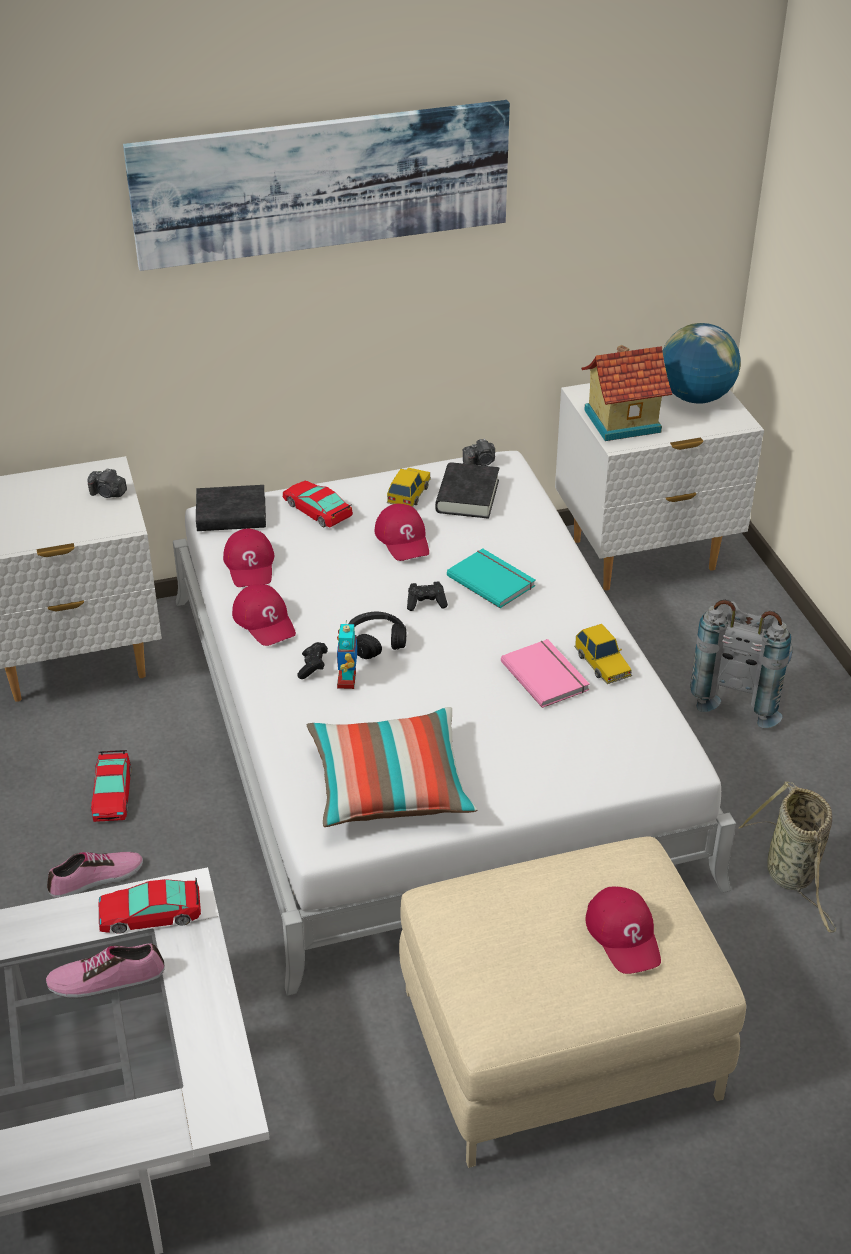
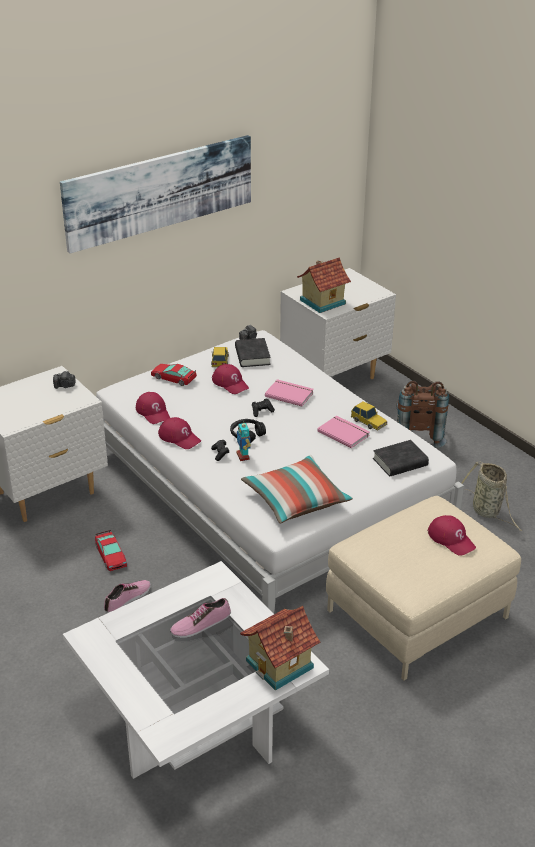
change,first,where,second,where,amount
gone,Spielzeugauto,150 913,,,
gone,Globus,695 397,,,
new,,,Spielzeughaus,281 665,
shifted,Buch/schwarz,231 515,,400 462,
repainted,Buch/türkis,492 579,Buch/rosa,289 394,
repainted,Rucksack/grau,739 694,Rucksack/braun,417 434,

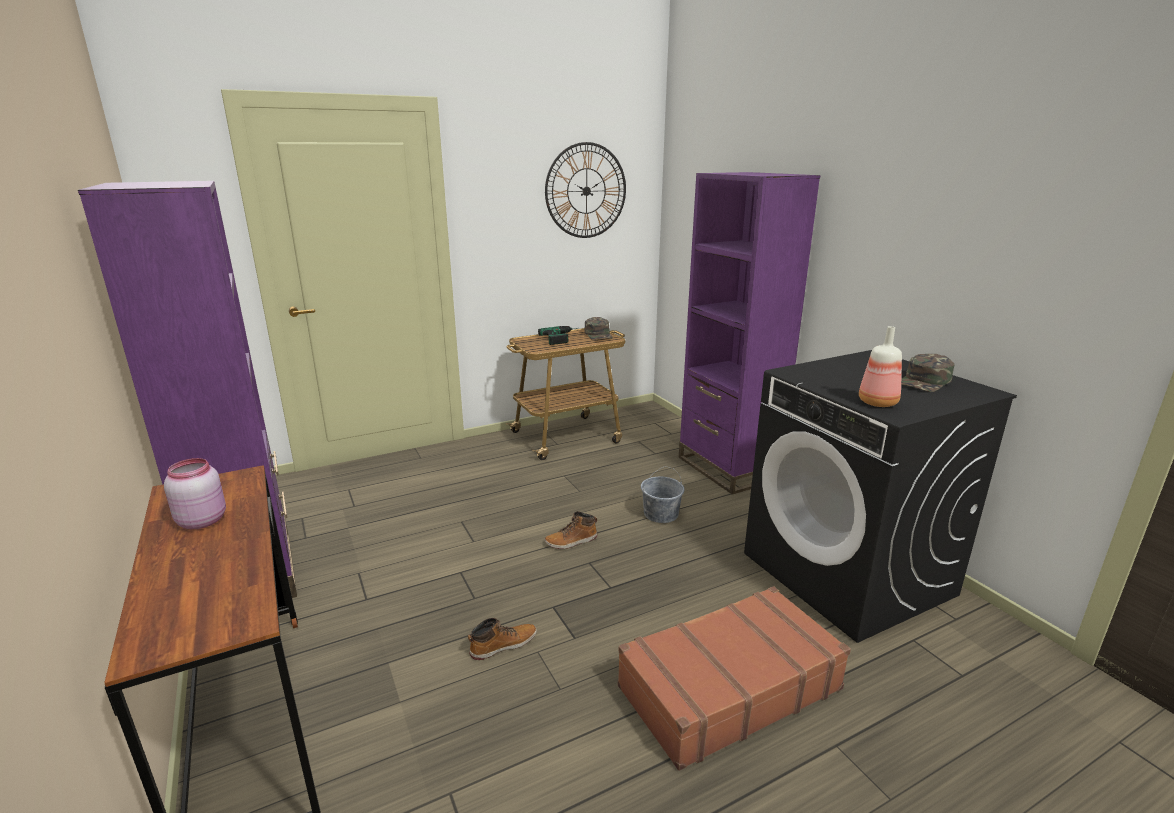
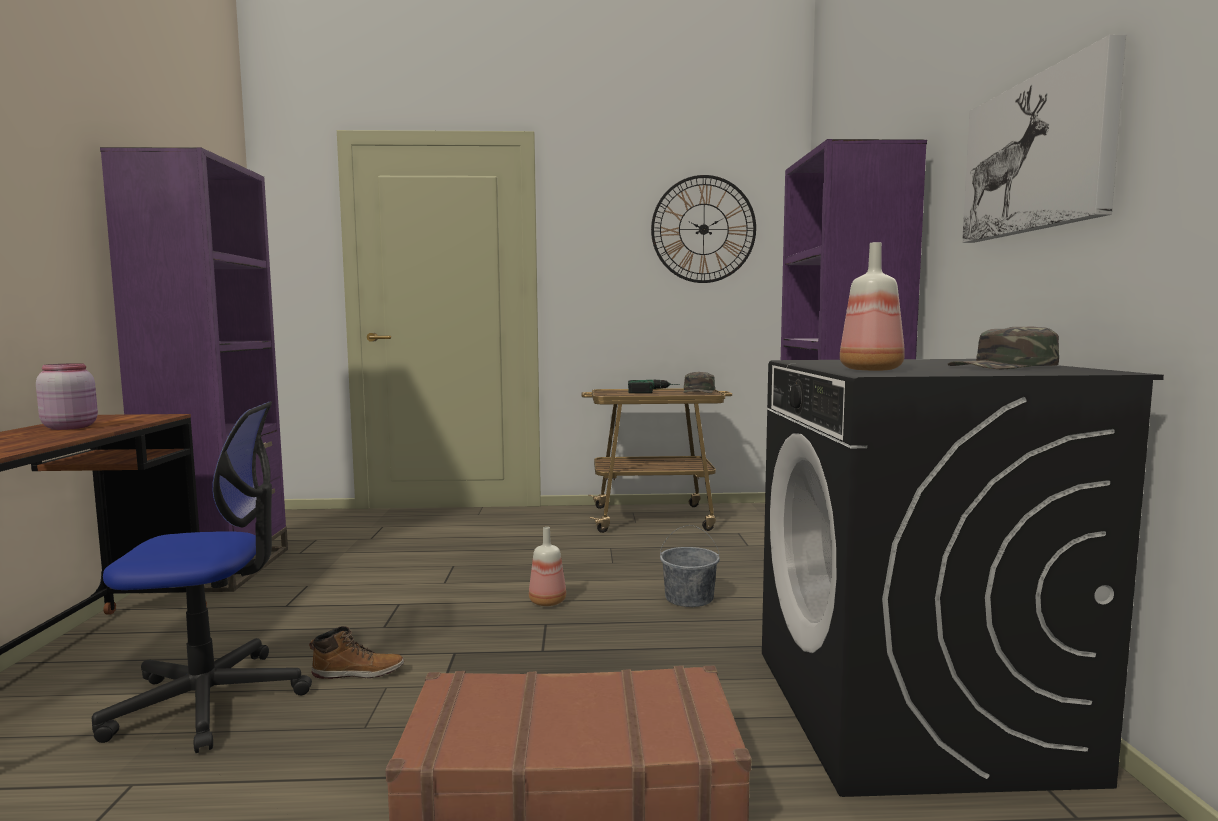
change,first,where,second,where,amount
new,,,Bürostuhl,210 701,
new,,,Bild,1038 155,
swapped,Stiefel,571 541,Flasche,548 602,

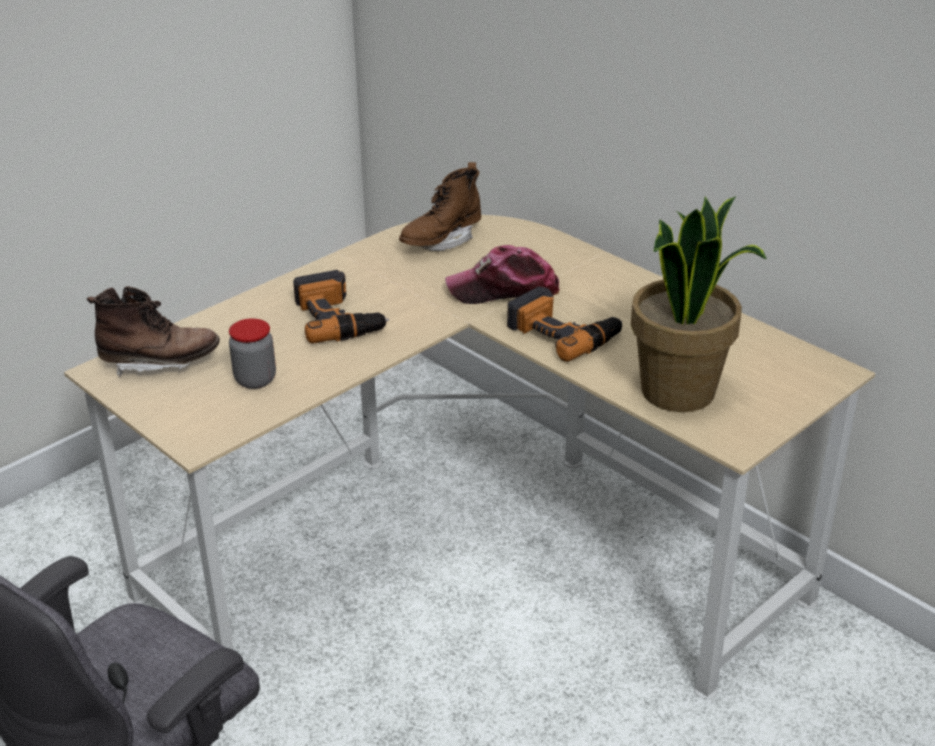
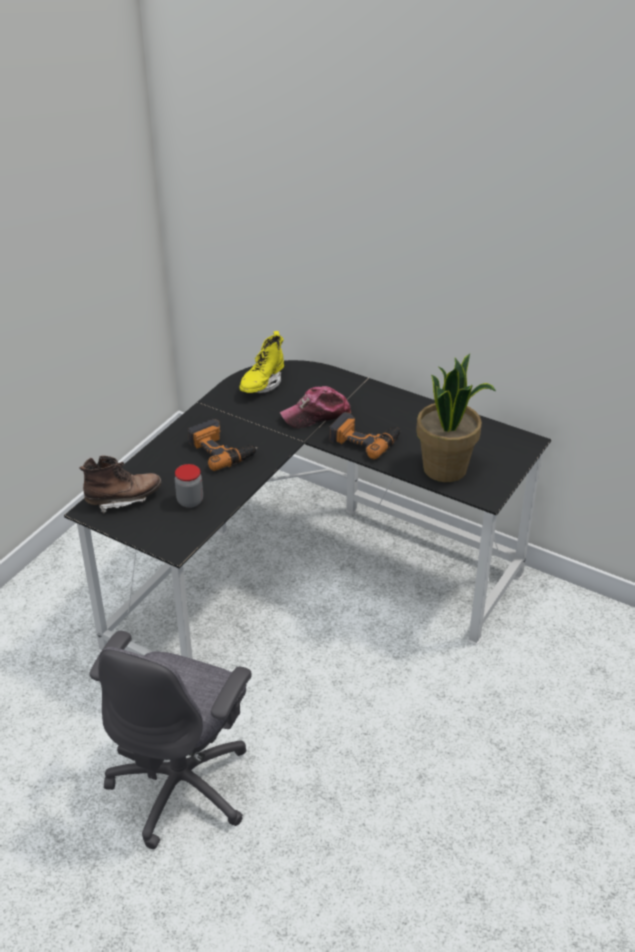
change,first,where,second,where,amount
repainted,Schreibtisch/beige,470 548,Schreibtisch/schwarz,306 577,
repainted,Stiefel/braun,441 241,Stiefel/gelb,262 384,

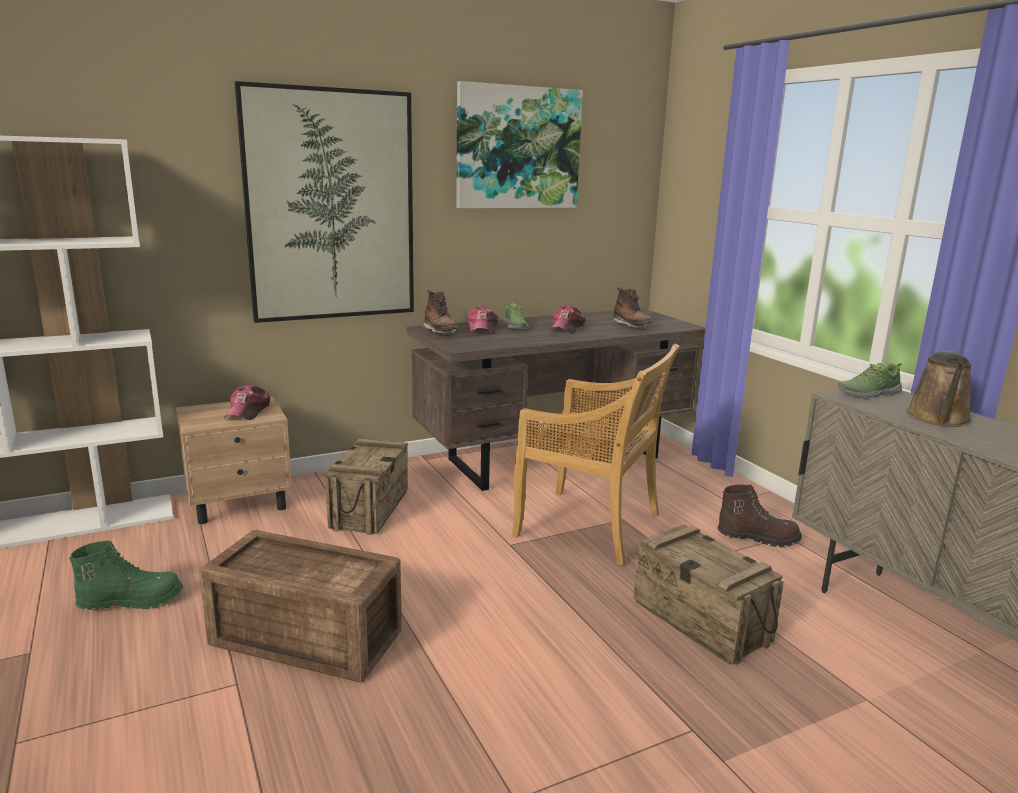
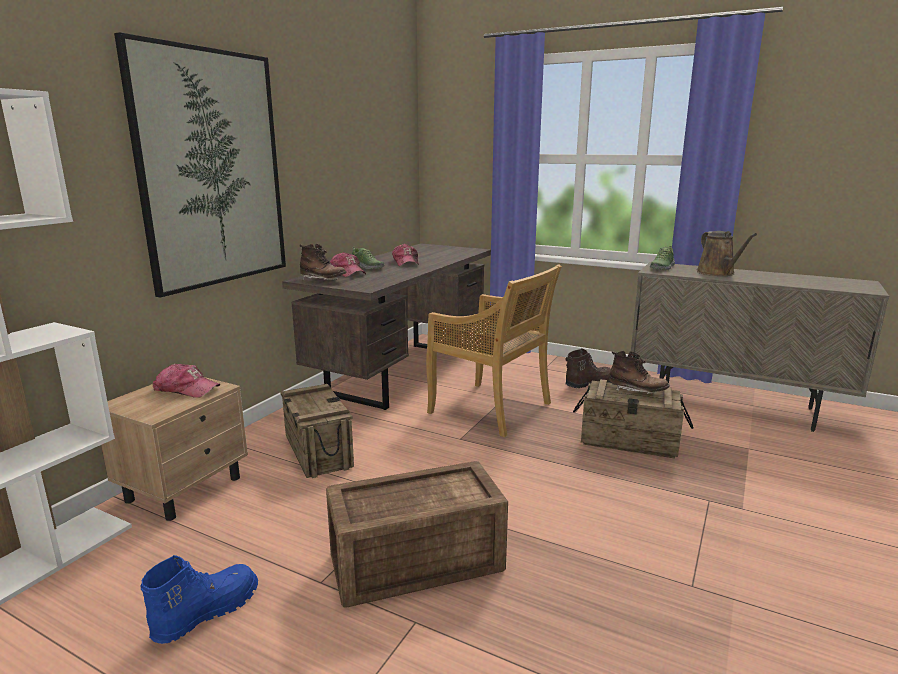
change,first,where,second,where,amount
gone,Bild,518 148,,,
shifted,Stiefel/braun,631 327,,637 391,
repainted,Stiefel/grün,131 601,Stiefel/blau,206 612,
rotated,Kappe,248 411,,186 389,45 degrees counterclockwise
rotated,Stuhl/beige,590 526,,492 409,45 degrees clockwise

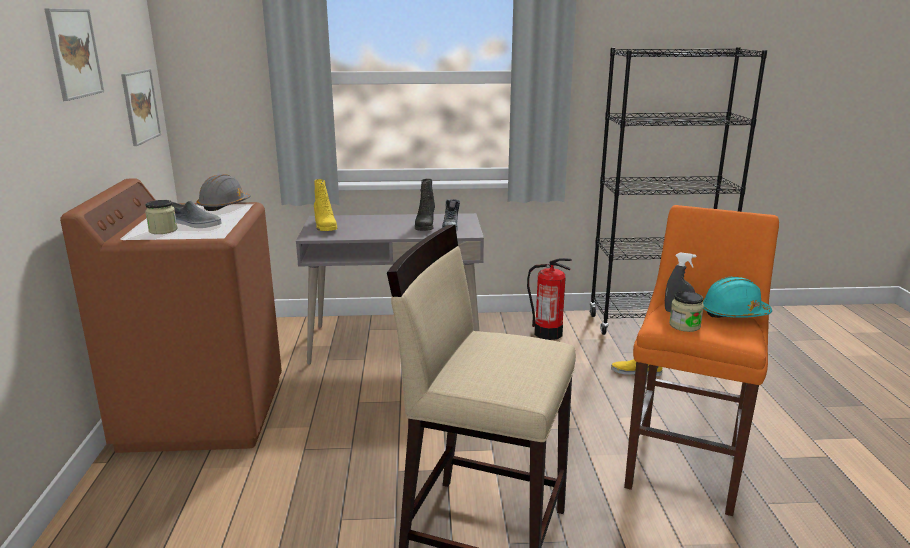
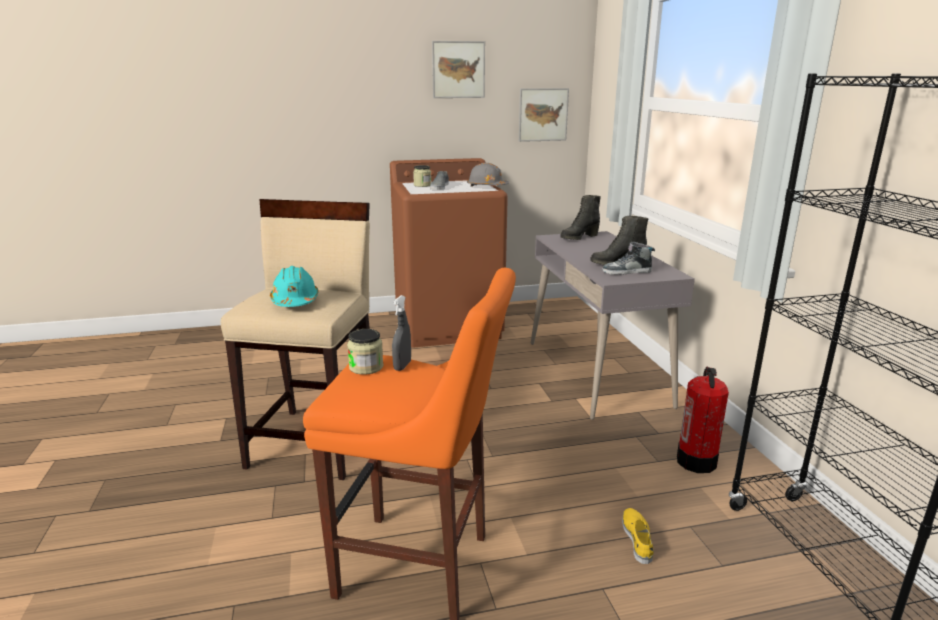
change,first,where,second,where,amount
shifted,Schutzhelm/türkis,733 314,,295 301,
repainted,Stiefel/gelb,324 227,Stiefel/schwarz,579 237,

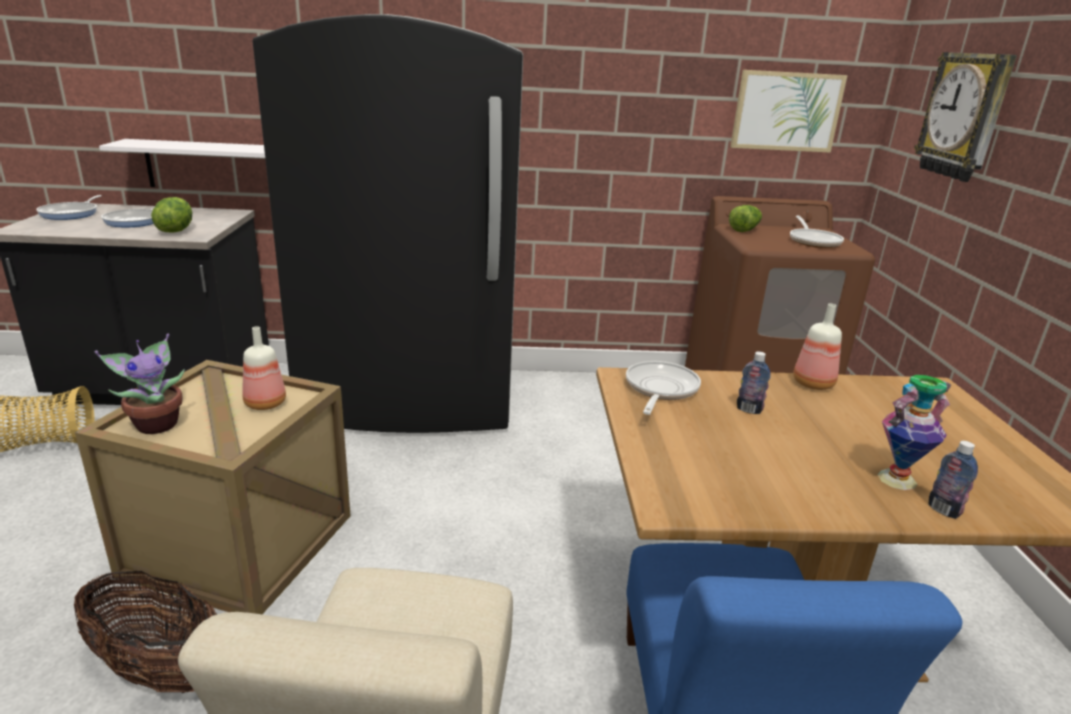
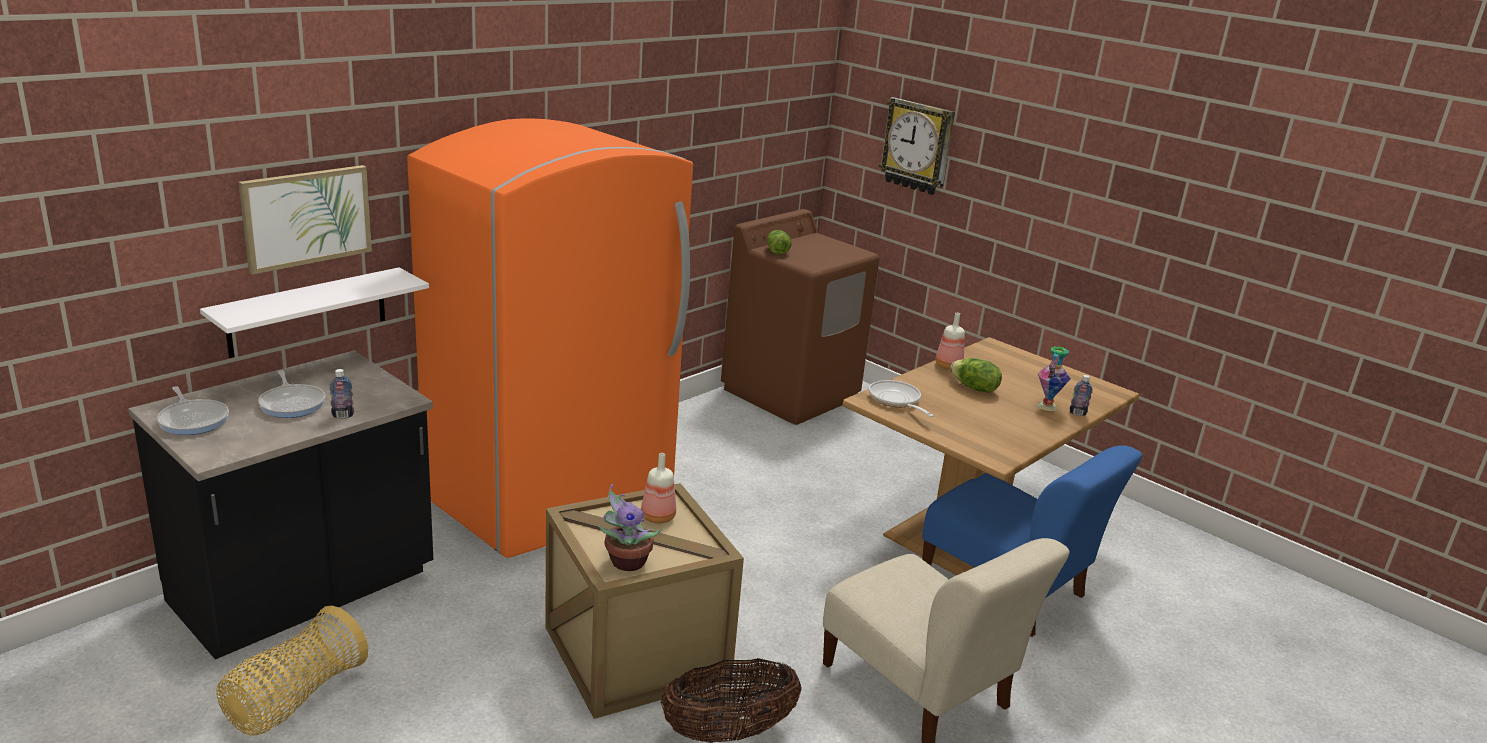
change,first,where,second,where,amount
gone,Pfanne,813 241,,,
shifted,Salatkopf,175 230,,974 388,
shifted,Bild,786 111,,306 217,
shifted,Flasche,749 410,,343 415,
repainted,Kühlschrank/schwarz,411 398,Kühlschrank/orange,554 495,

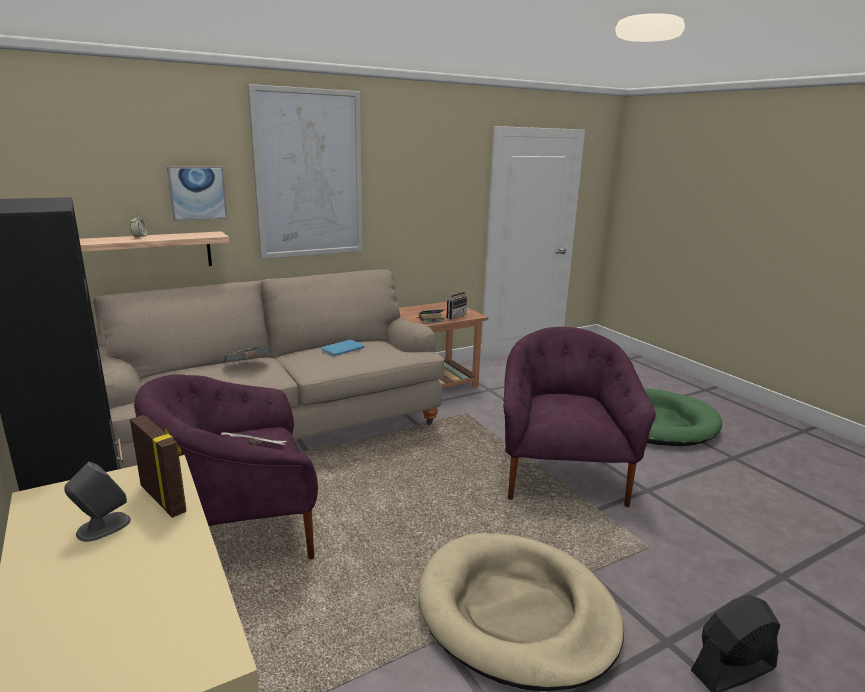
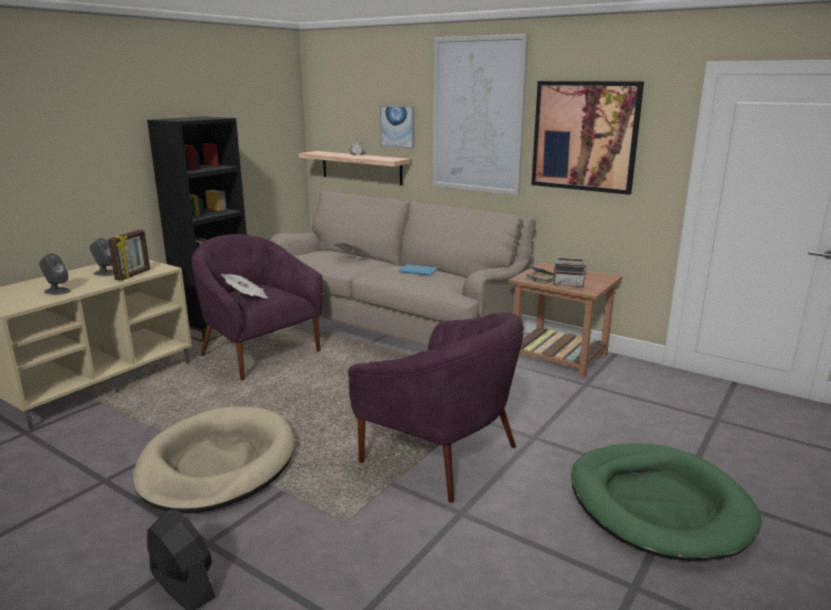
change,first,where,second,where,amount
new,,,Lautsprecher/grau,57 291,
new,,,Bild,584 136,
rotated,Sessel/lila,560 474,,441 454,60 degrees clockwise

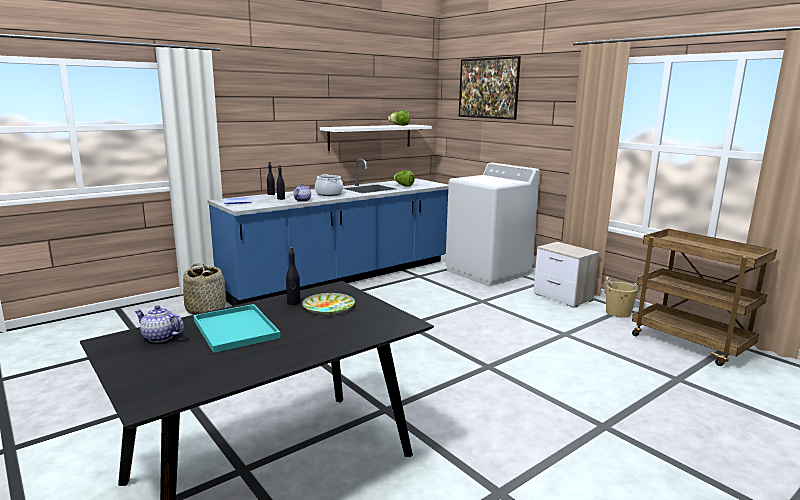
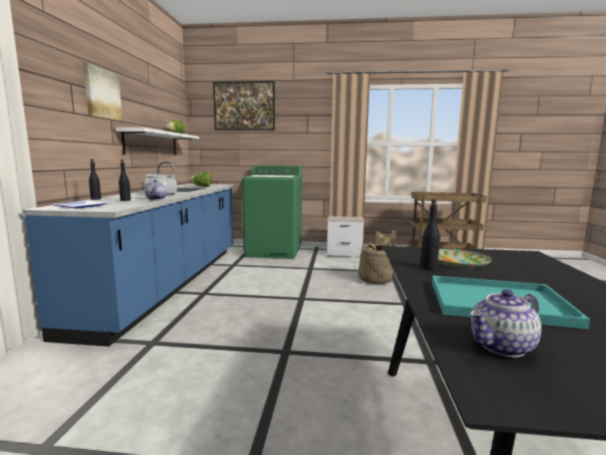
change,first,where,second,where,amount
new,,,Bild,102 94,
shifted,Korb,206 309,,375 280,
repainted,Waschmaschine/weiß,488 272,Waschmaschine/grün,274 251,

